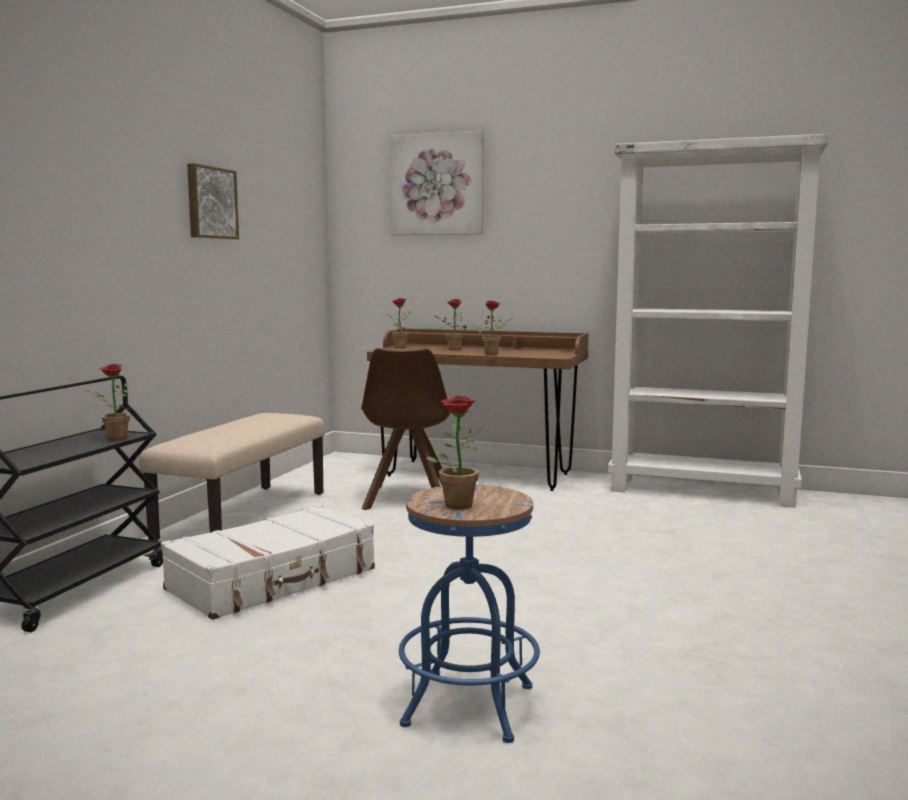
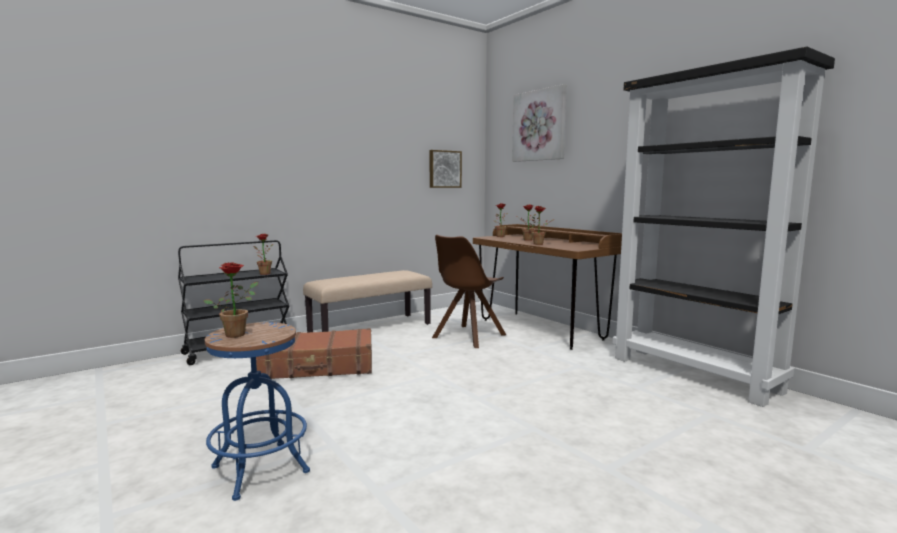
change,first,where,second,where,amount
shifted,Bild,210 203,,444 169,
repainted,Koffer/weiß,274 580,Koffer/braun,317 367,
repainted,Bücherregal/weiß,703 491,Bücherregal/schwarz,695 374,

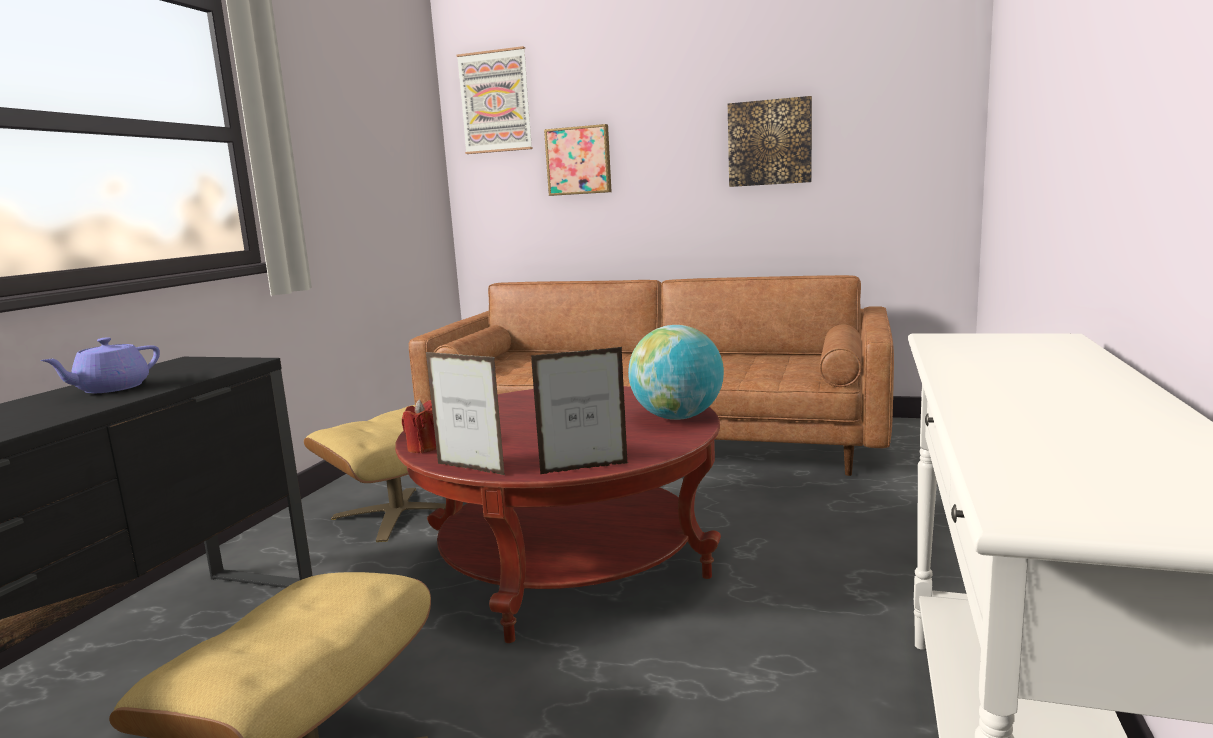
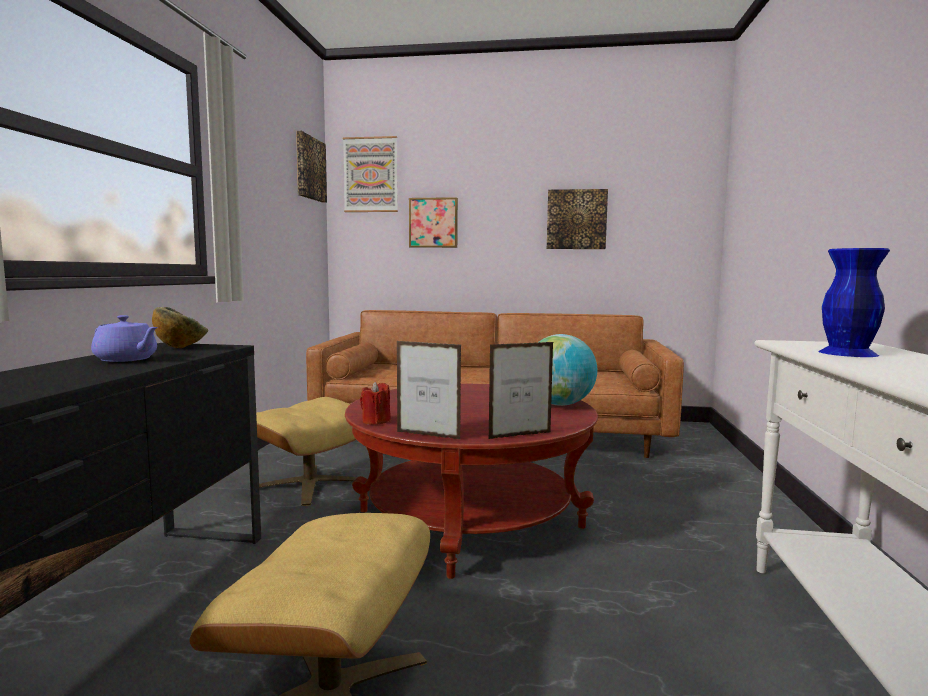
change,first,where,second,where,amount
new,,,Schüssel,180 347,
new,,,Bild,309 168,
new,,,Vase/blau,846 353,
rotated,Teekanne/lila,111 389,,127 359,90 degrees counterclockwise

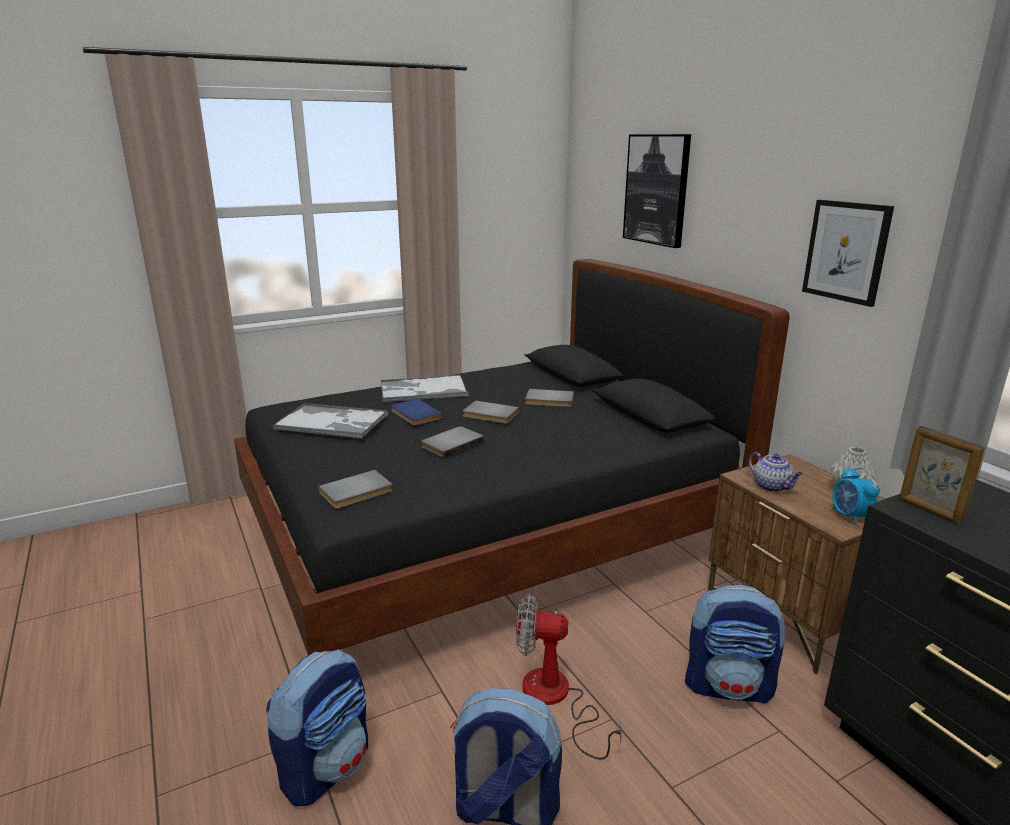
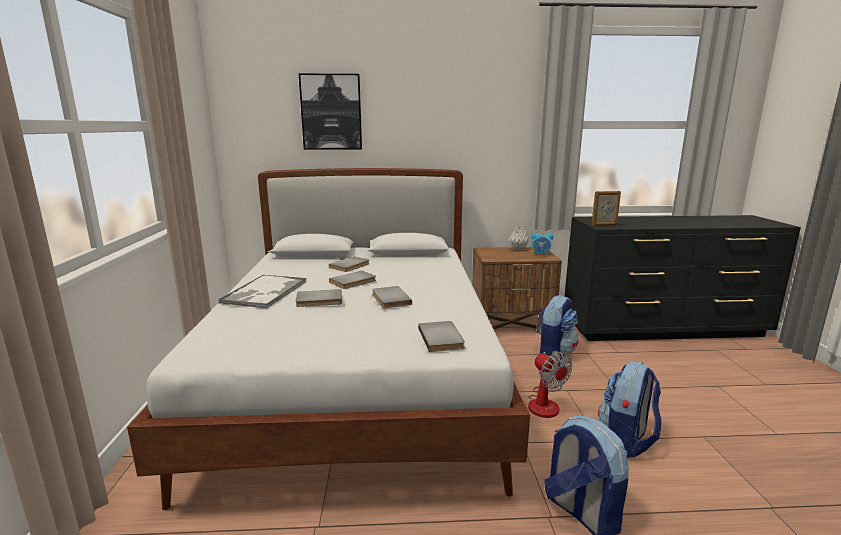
change,first,where,second,where,amount
gone,Tablett,333 422,,,
gone,Teekanne,772 486,,,
gone,Bild,846 251,,,
repainted,Bett/schwarz,488 535,Bett/weiß,358 382,
repainted,Buch/blau,414 415,Buch/grau,319 300,
rotated,Ventilator,556 699,,545 402,60 degrees counterclockwise

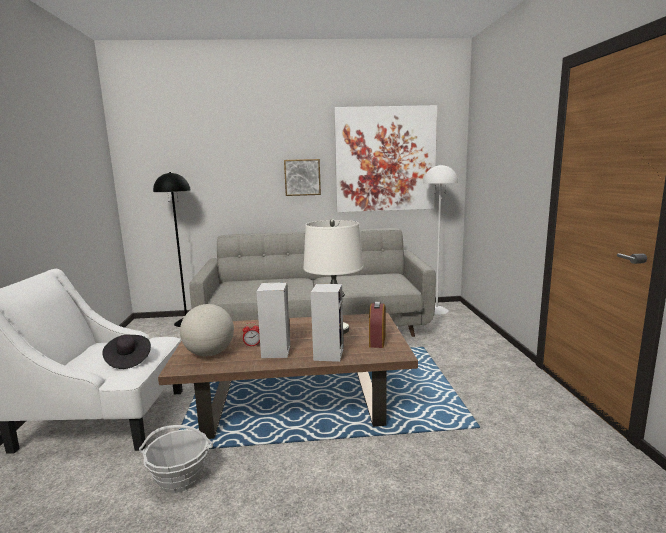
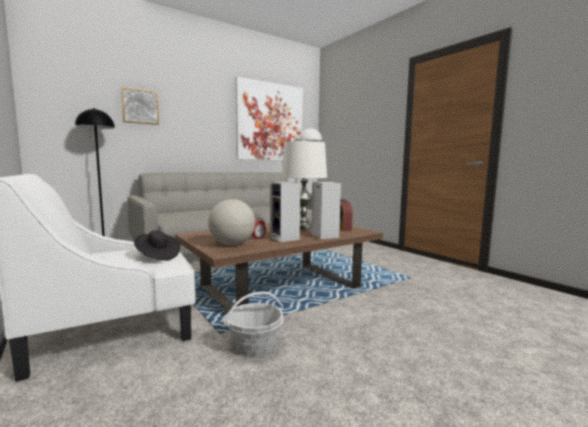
change,first,where,second,where,amount
shifted,Bild,302 177,,140 106,

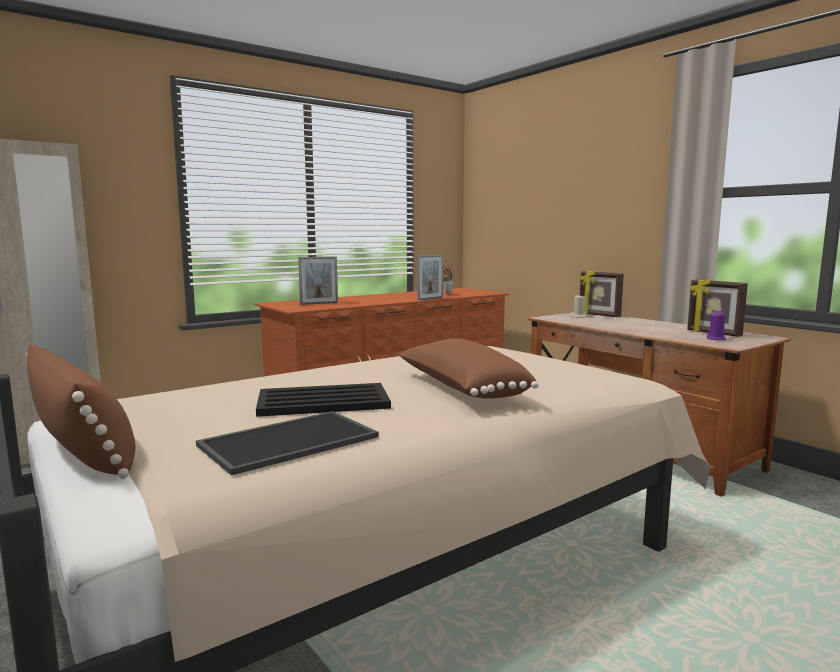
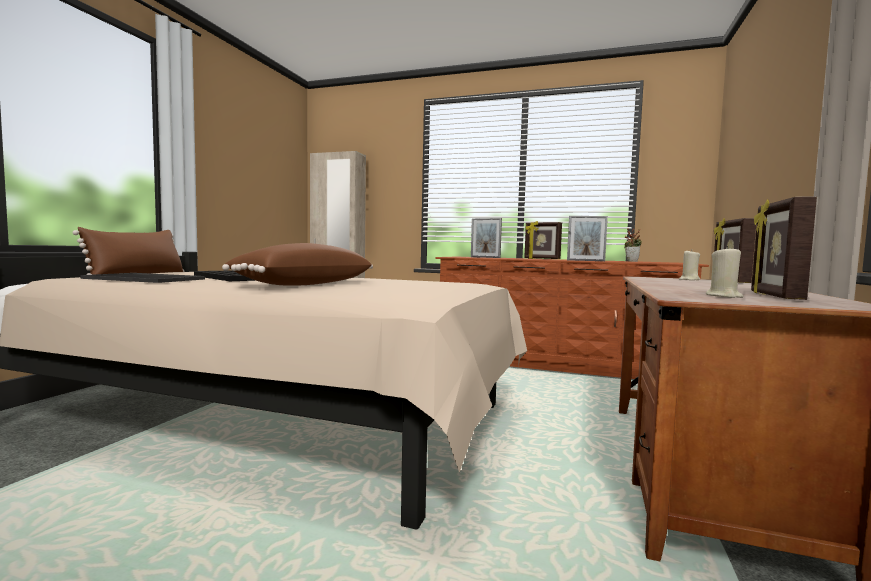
change,first,where,second,where,amount
new,,,Bilderrahmen,541 259,
repainted,Kerze/lila,716 339,Kerze/beige,723 296,

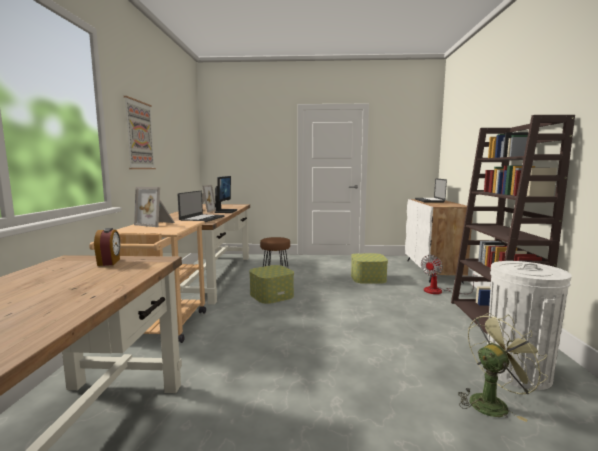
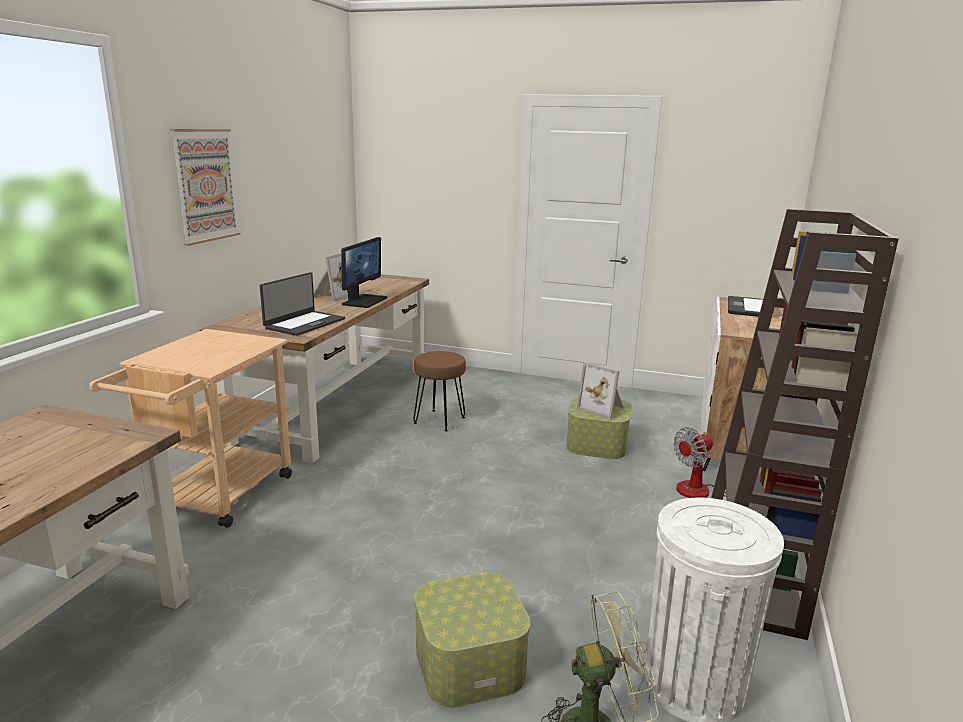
change,first,where,second,where,amount
gone,Wecker,109 262,,,
shifted,Bilderrahmen,156 224,,602 408,
shifted,Aufbewahrungsbox,271 295,,469 663,

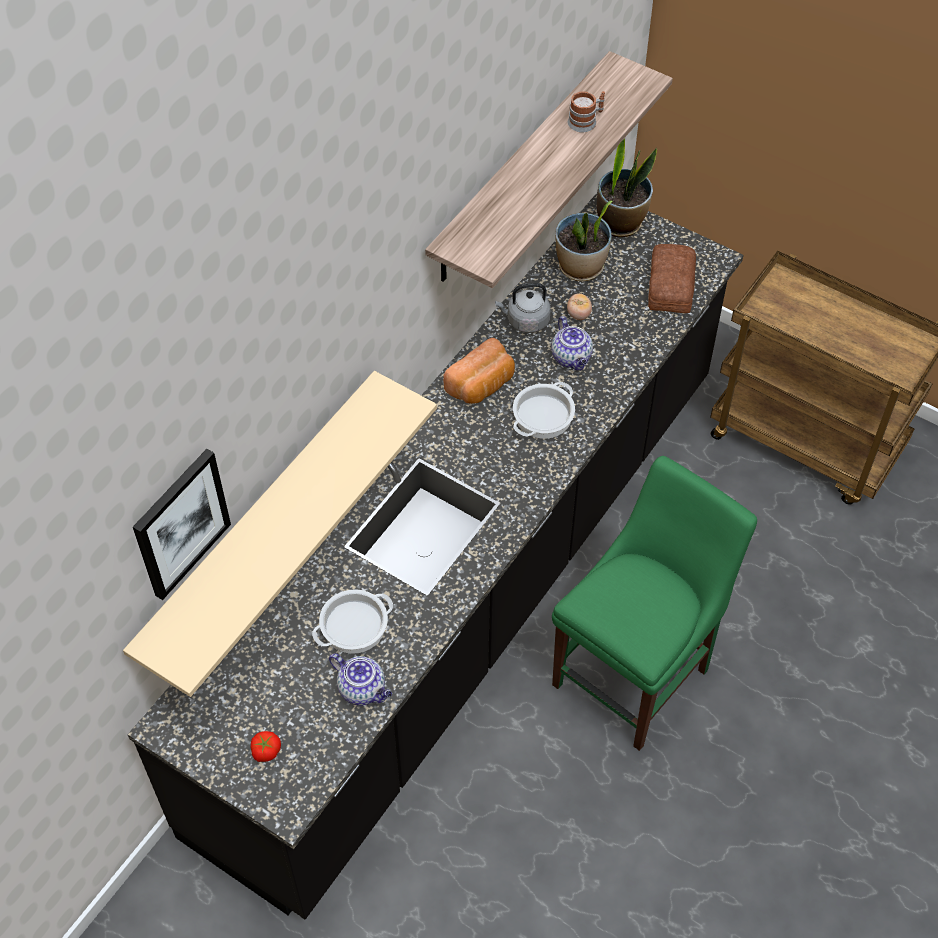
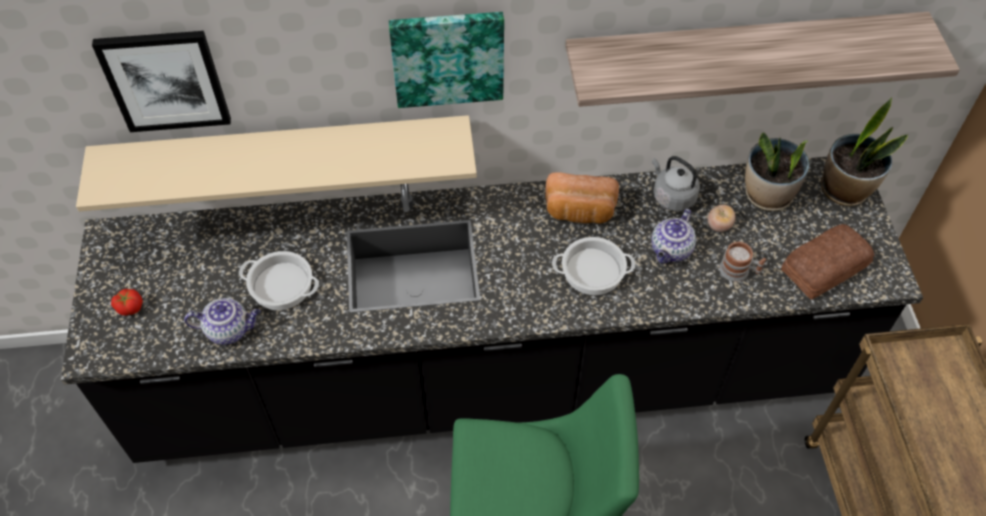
change,first,where,second,where,amount
new,,,Bild,447 57,
shifted,Henkelbecher,586 121,,739 271,
rotated,Teekanne,363 689,,229 330,90 degrees counterclockwise

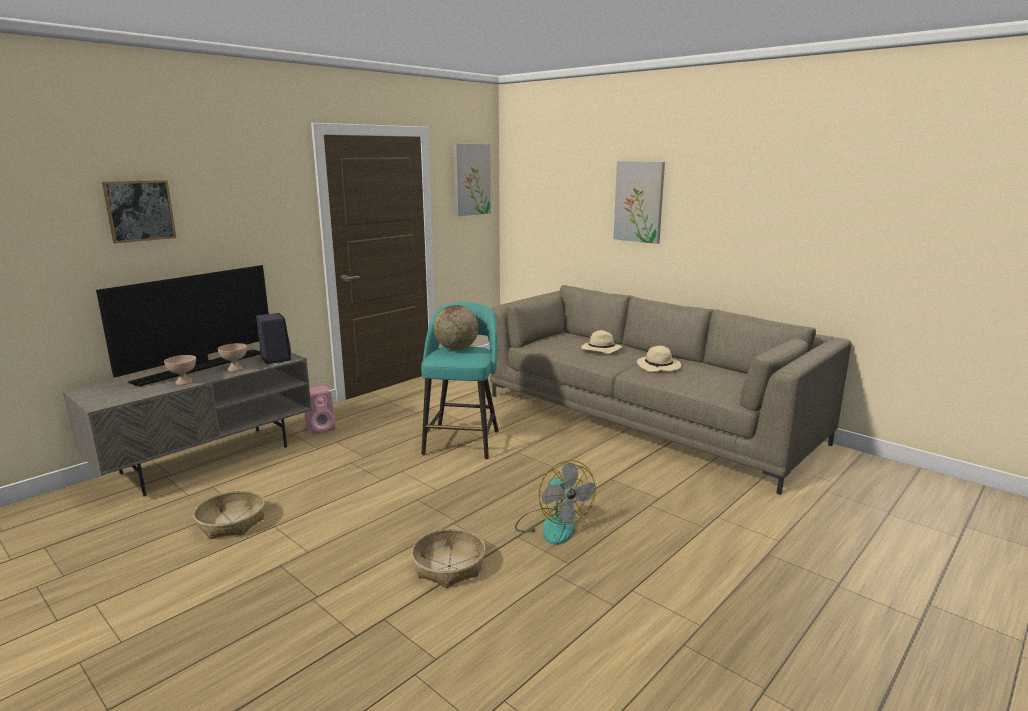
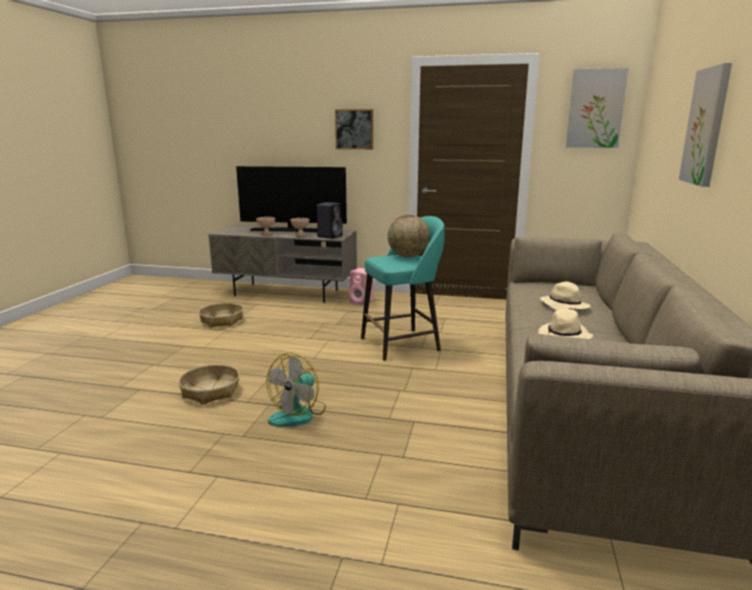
change,first,where,second,where,amount
shifted,Bild,140 210,,354 129,

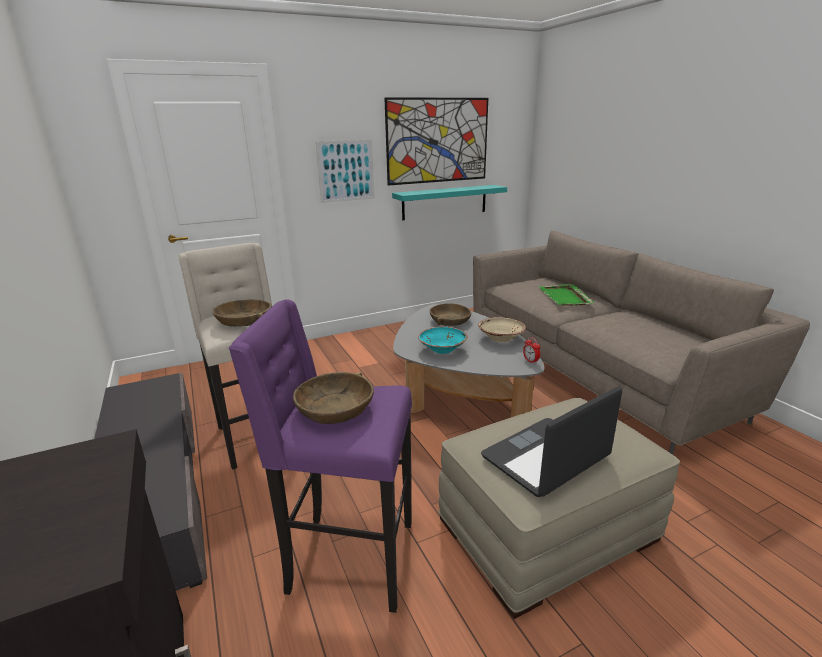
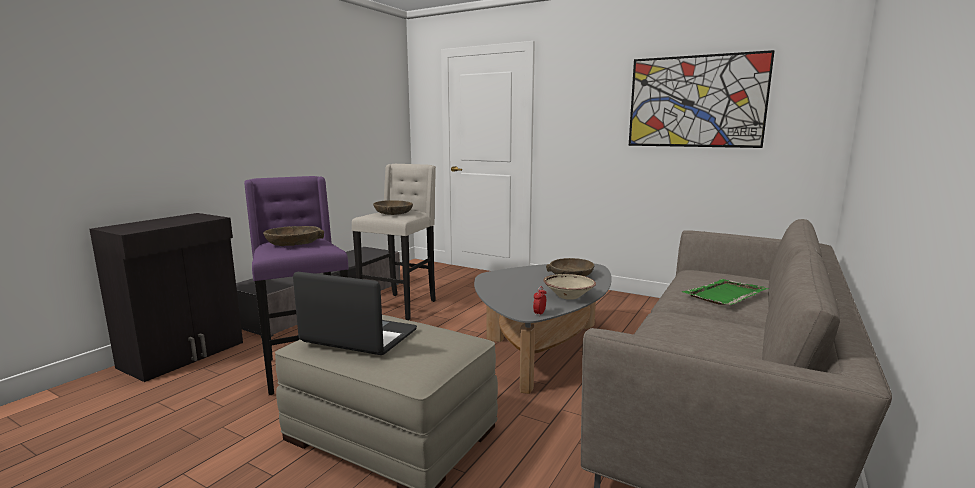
change,first,where,second,where,amount
gone,Bild,346 171,,,
gone,Wandregal/türkis,445 202,,,
gone,Schüssel/türkis,442 349,,,

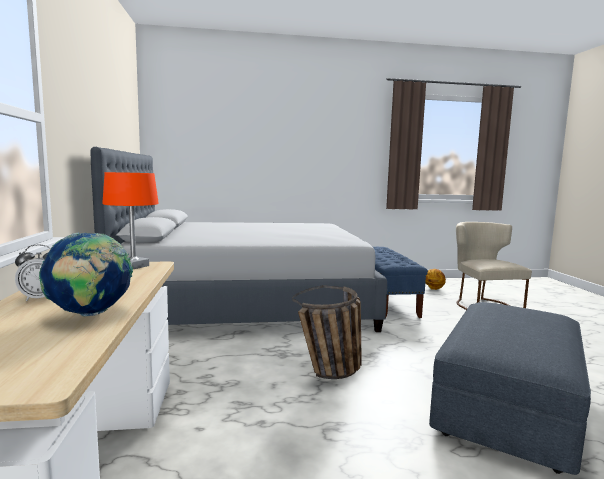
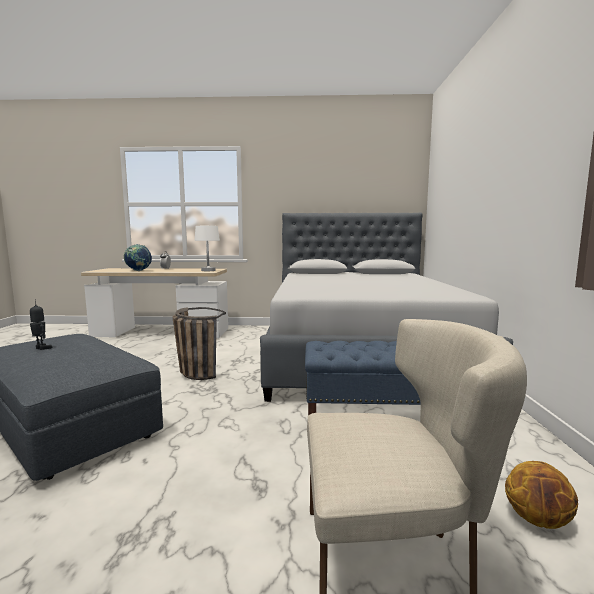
change,first,where,second,where,amount
new,,,Spielzeugroboter,41 348,
repainted,Tischlampe/orange,133 266,Tischlampe/weiß,208 271,

